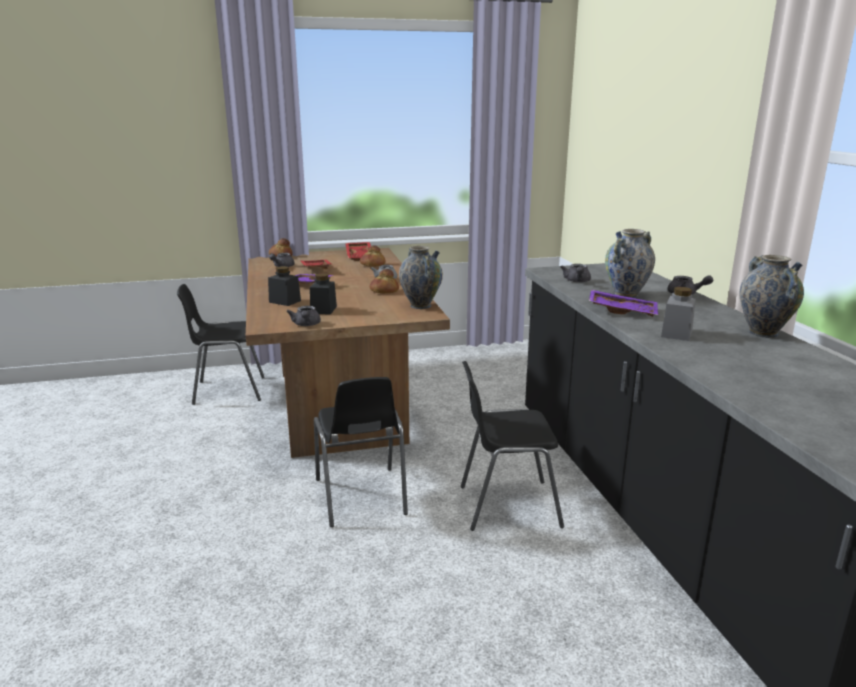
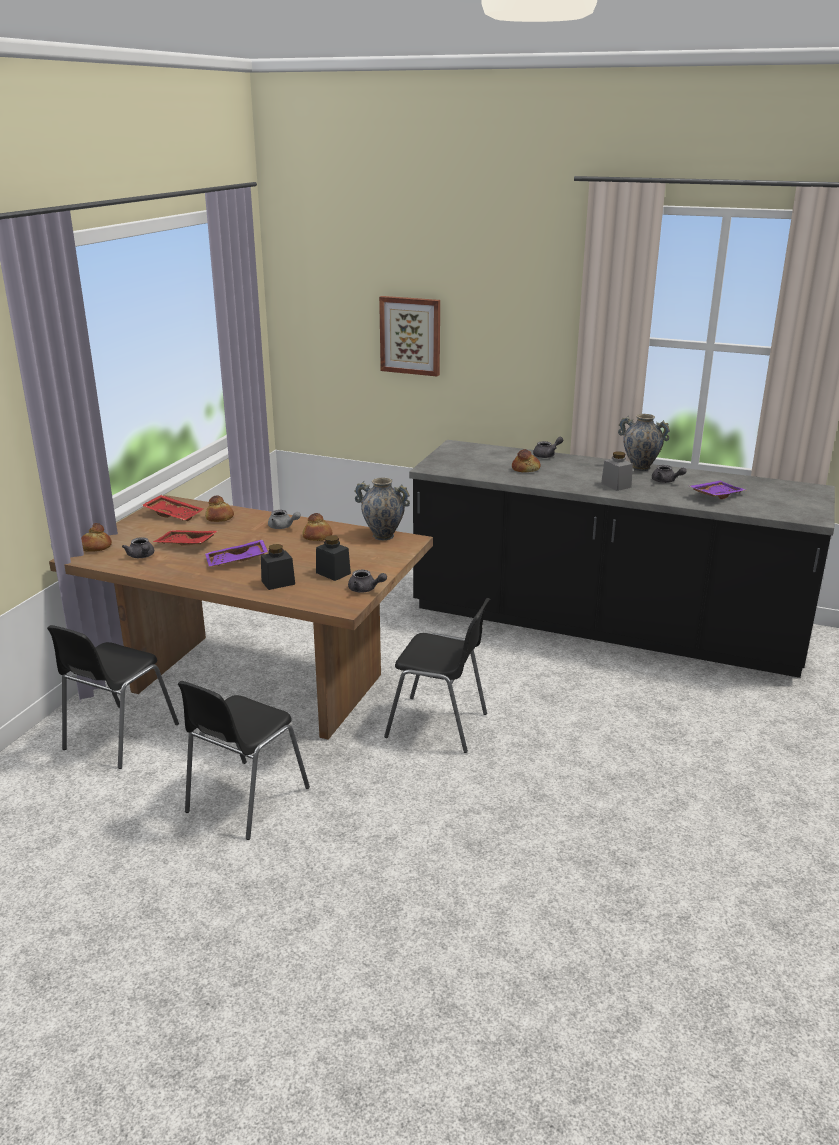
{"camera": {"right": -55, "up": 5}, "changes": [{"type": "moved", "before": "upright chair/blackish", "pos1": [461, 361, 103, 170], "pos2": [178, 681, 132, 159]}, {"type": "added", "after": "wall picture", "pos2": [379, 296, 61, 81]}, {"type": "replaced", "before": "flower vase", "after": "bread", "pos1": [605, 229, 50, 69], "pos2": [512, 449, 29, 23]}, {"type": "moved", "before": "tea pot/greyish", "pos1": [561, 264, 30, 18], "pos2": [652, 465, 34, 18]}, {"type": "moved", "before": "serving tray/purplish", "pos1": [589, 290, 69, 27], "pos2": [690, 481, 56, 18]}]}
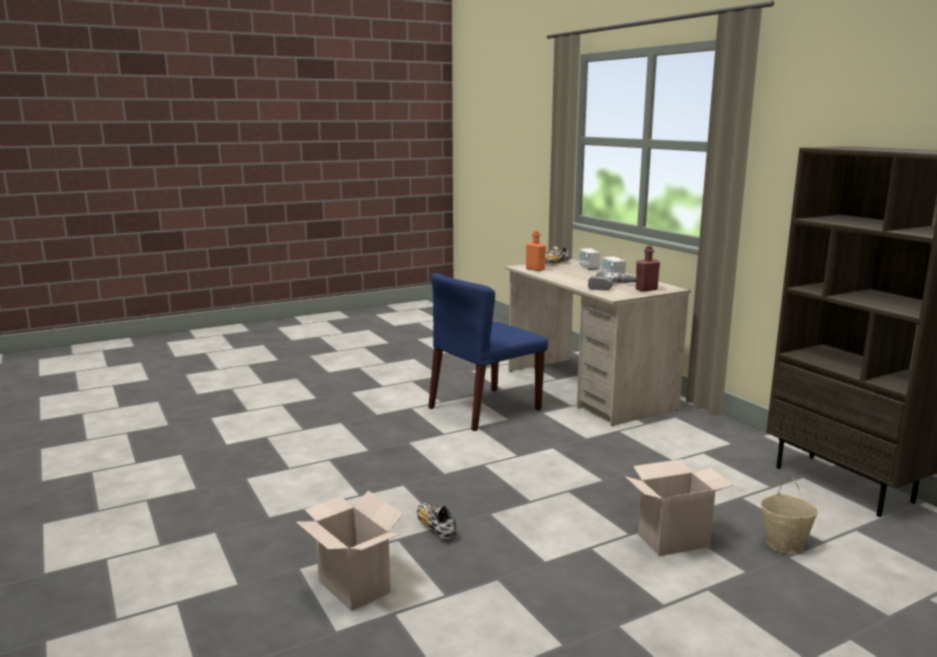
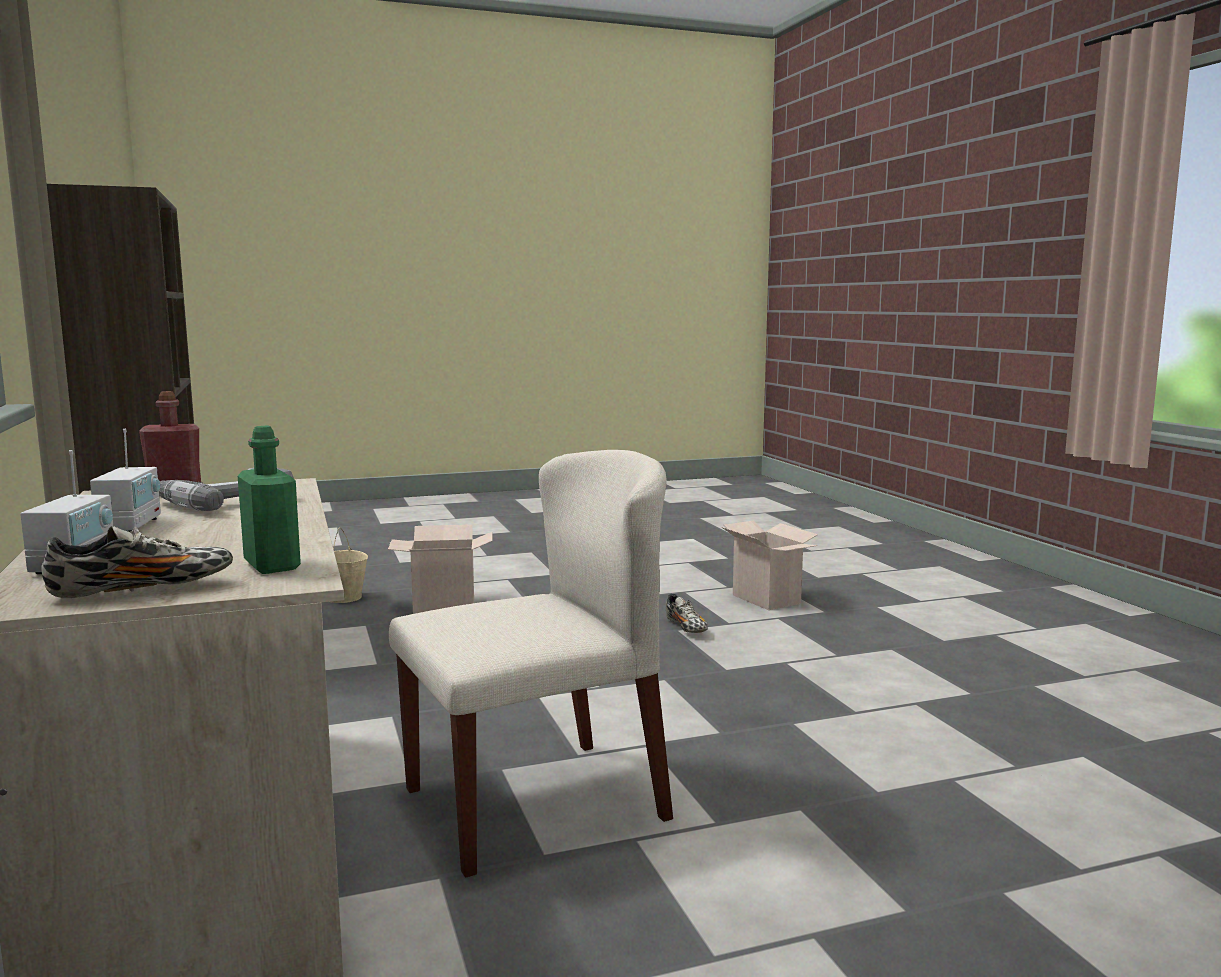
{"camera": {"right": -170, "up": -5}, "changes": [{"type": "recoloured", "before": "beverage bottle/orange-coloured", "after": "beverage bottle/greenish", "pos1": [526, 230, 20, 41], "pos2": [238, 426, 63, 148]}, {"type": "recoloured", "before": "upright chair/blue", "after": "upright chair/sand-coloured", "pos1": [428, 273, 120, 158], "pos2": [389, 450, 284, 428]}]}
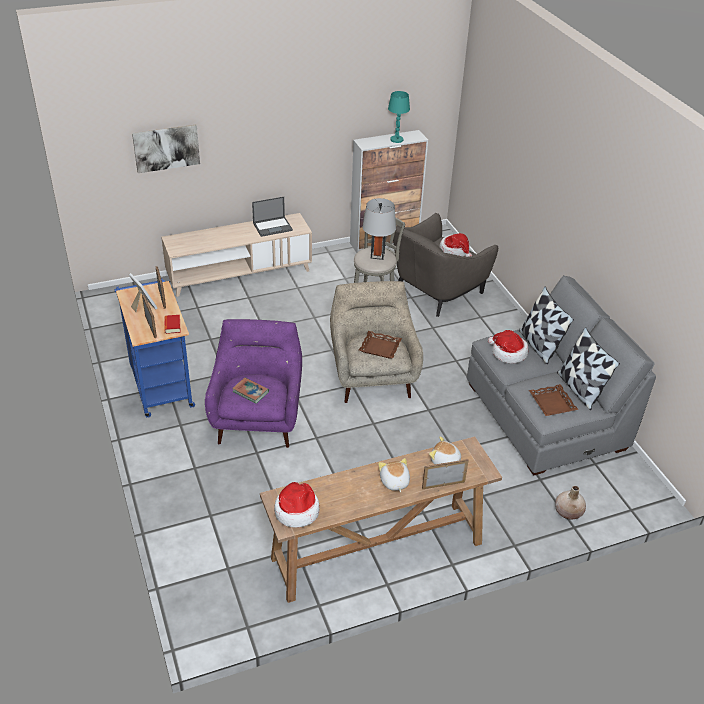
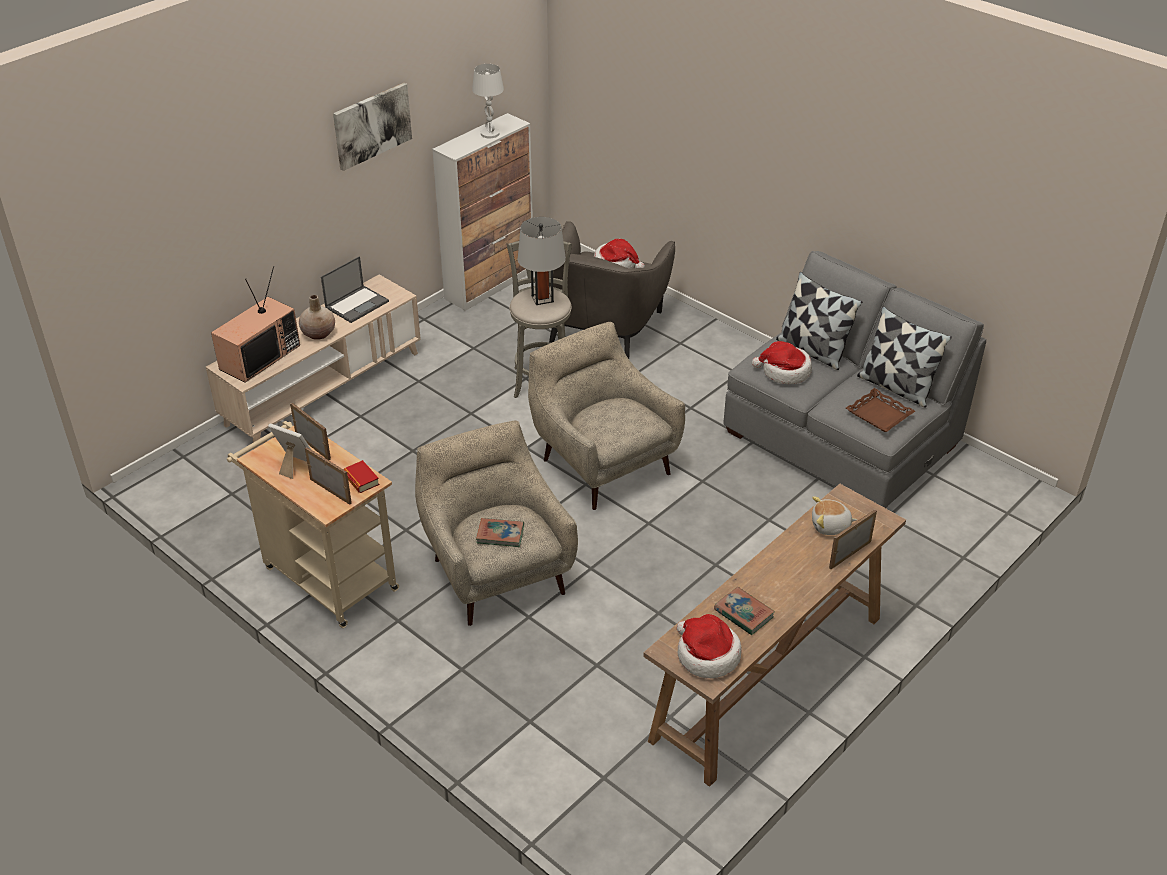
{"camera": {"right": -25, "up": 0}, "changes": [{"type": "added", "after": "TV", "pos2": [211, 266, 89, 117]}, {"type": "recoloured", "before": "cart/blue", "after": "cart/sand-coloured", "pos1": [114, 278, 81, 140], "pos2": [227, 421, 172, 207]}, {"type": "moved", "before": "flower vase/sand-coloured", "pos1": [555, 486, 31, 33], "pos2": [299, 295, 36, 45]}, {"type": "moved", "before": "wall picture", "pos1": [132, 125, 68, 48], "pos2": [333, 83, 79, 88]}, {"type": "recoloured", "before": "easy chair/purplish", "after": "easy chair/sand-coloured", "pos1": [205, 319, 97, 129], "pos2": [415, 420, 163, 206]}, {"type": "recoloured", "before": "table lamp/turquoise", "after": "table lamp/whitish", "pos1": [388, 91, 22, 52], "pos2": [472, 64, 32, 74]}, {"type": "added", "after": "bound book", "pos2": [714, 587, 61, 48]}, {"type": "removed", "before": "serving tray/brownish", "pos1": [359, 331, 43, 28]}, {"type": "removed", "before": "soft toy", "pos1": [378, 458, 32, 34]}]}
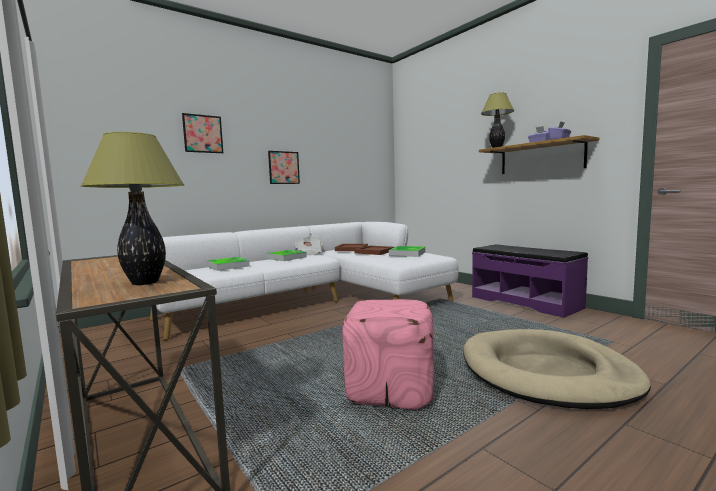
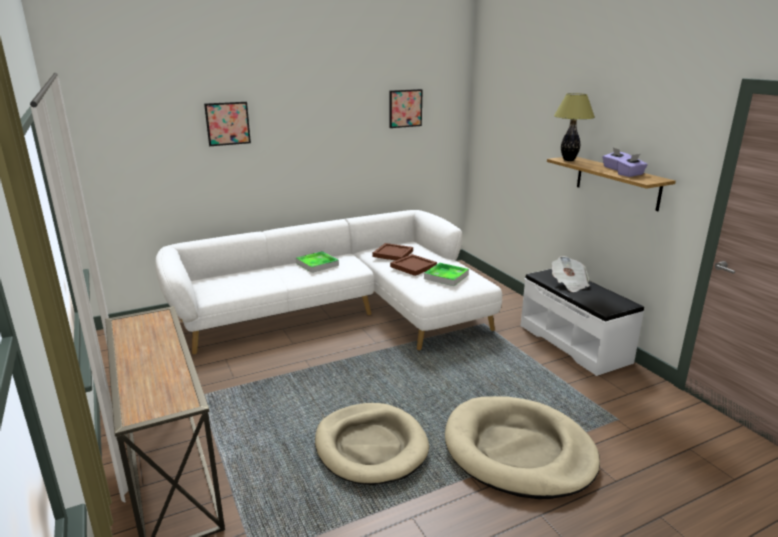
{"camera": {"right": 10, "up": 15}, "changes": [{"type": "replaced", "before": "pouffe/pink-coloured", "after": "dog cushion/sand-coloured", "pos1": [342, 299, 92, 111], "pos2": [315, 403, 114, 82]}, {"type": "moved", "before": "wall picture", "pos1": [268, 151, 32, 33], "pos2": [390, 89, 33, 39]}, {"type": "recoloured", "before": "bench/purplish", "after": "bench/whitish", "pos1": [472, 244, 116, 74], "pos2": [521, 269, 123, 107]}, {"type": "moved", "before": "newspaper", "pos1": [294, 237, 29, 19], "pos2": [552, 256, 38, 36]}, {"type": "removed", "before": "table lamp", "pos1": [81, 132, 103, 153]}, {"type": "removed", "before": "serving tray", "pos1": [207, 257, 43, 14]}]}
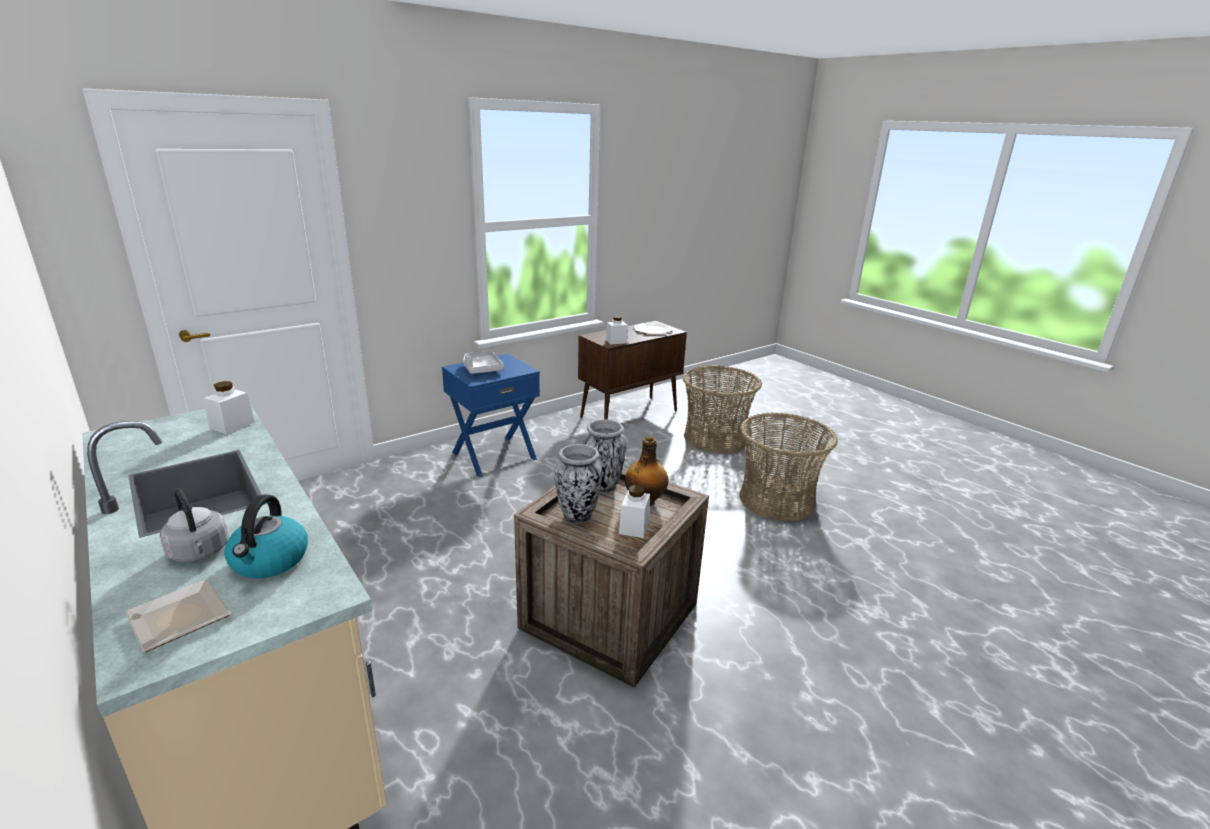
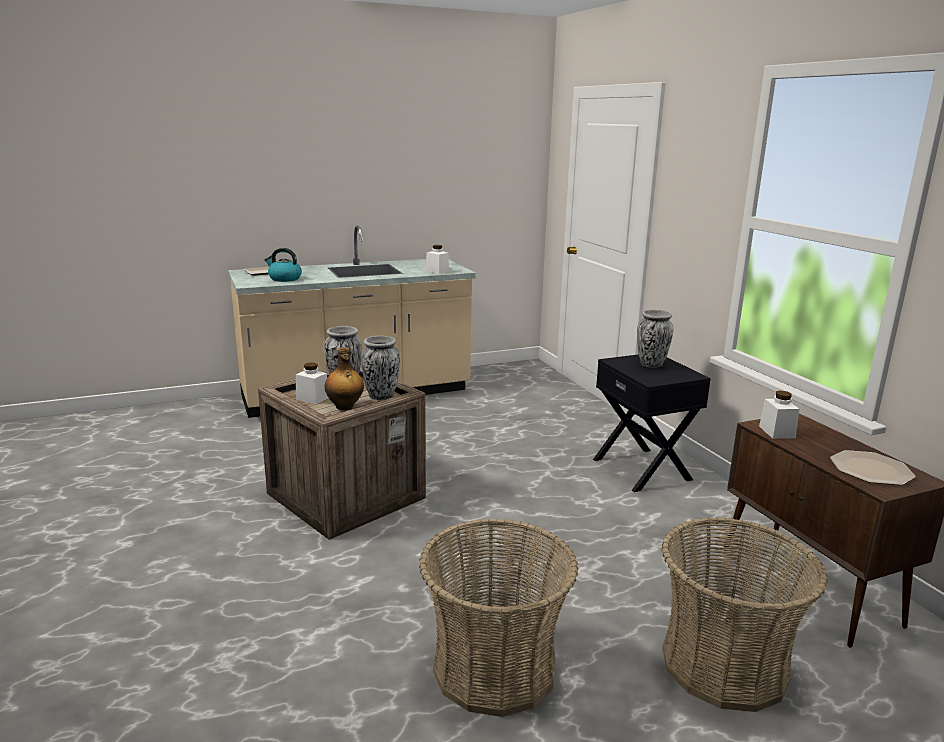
{"camera": {"right": 105, "up": -5}, "changes": [{"type": "recoloured", "before": "night table/blue", "after": "night table/blackish", "pos1": [442, 354, 98, 123], "pos2": [593, 355, 118, 137]}, {"type": "replaced", "before": "serving tray/greyish", "after": "flower vase", "pos1": [463, 350, 41, 24], "pos2": [637, 310, 37, 58]}, {"type": "removed", "before": "tea kettle/greyish", "pos1": [160, 488, 69, 74]}]}
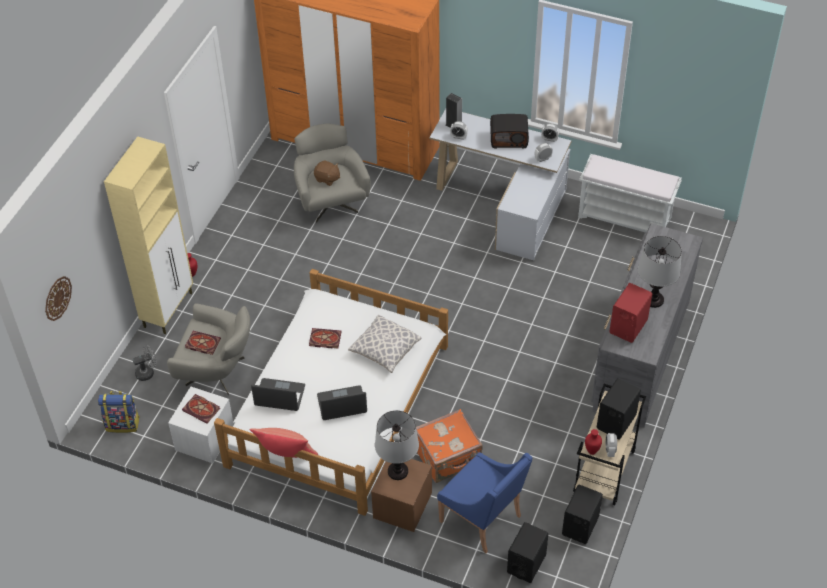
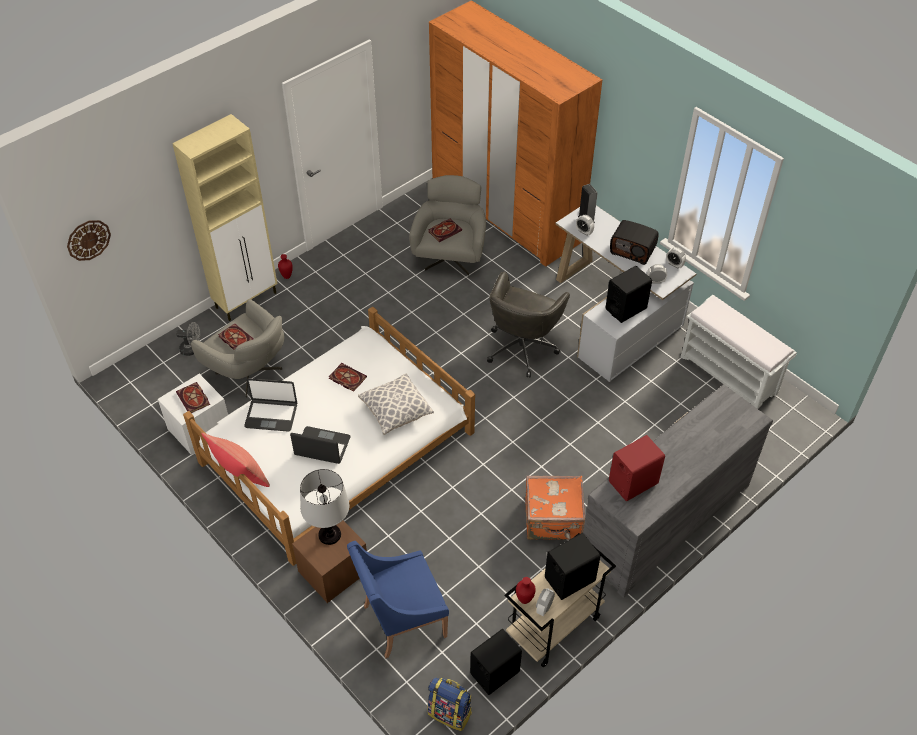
{"camera": {"right": 25, "up": 0}, "changes": [{"type": "turned", "before": "notebook computer", "pos1": [251, 378, 54, 33], "pos2": [244, 378, 53, 54], "turn": 150}, {"type": "turned", "before": "easy chair/blue", "pos1": [437, 452, 95, 101], "pos2": [347, 541, 102, 117], "turn": 90}, {"type": "moved", "before": "rucksack", "pos1": [98, 391, 42, 42], "pos2": [427, 677, 45, 54]}, {"type": "replaced", "before": "soft toy/brownish", "after": "bound book", "pos1": [314, 160, 26, 26], "pos2": [428, 219, 34, 23]}, {"type": "added", "after": "office chair/greyish", "pos2": [487, 272, 83, 105]}, {"type": "moved", "before": "piece of luggage/orange-coloured", "pos1": [416, 409, 67, 74], "pos2": [525, 476, 60, 64]}, {"type": "moved", "before": "loudspeaker/blackish", "pos1": [507, 522, 41, 61], "pos2": [605, 266, 47, 57]}, {"type": "removed", "before": "table lamp", "pos1": [638, 236, 44, 72]}]}
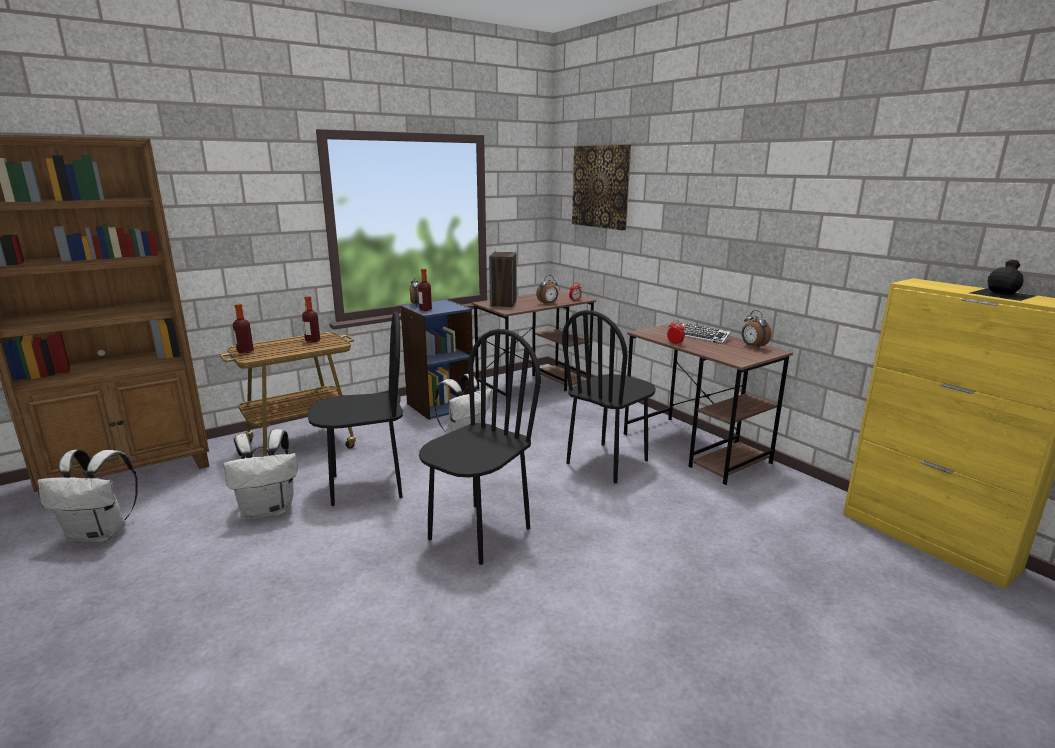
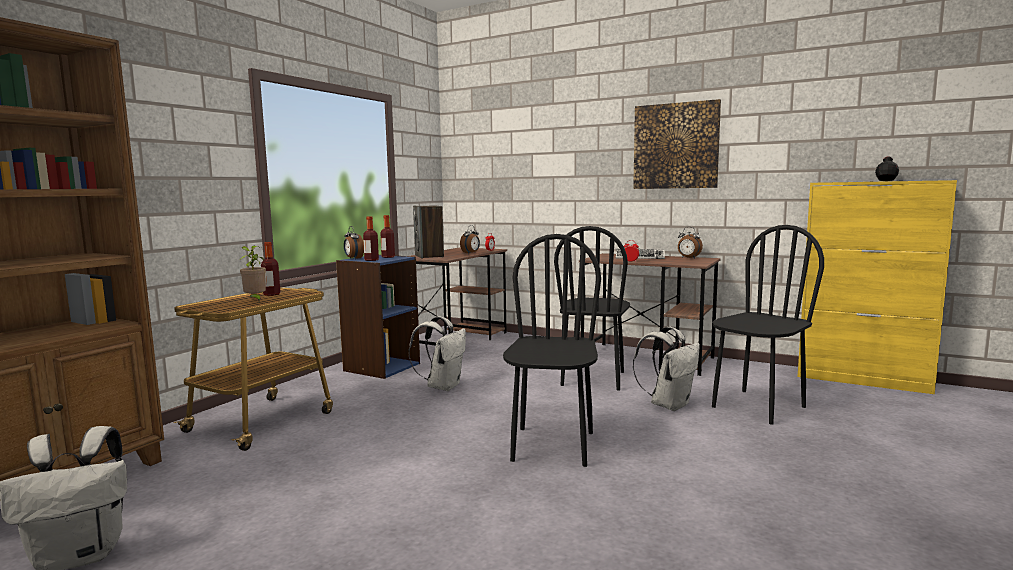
{"camera": {"right": -25, "up": -10}, "changes": [{"type": "added", "after": "potted plant", "pos2": [239, 246, 27, 55]}, {"type": "moved", "before": "beverage bottle", "pos1": [233, 304, 21, 49], "pos2": [380, 215, 15, 43]}, {"type": "moved", "before": "wall picture", "pos1": [572, 145, 59, 85], "pos2": [633, 99, 88, 90]}, {"type": "moved", "before": "rucksack/whitish", "pos1": [223, 429, 75, 91], "pos2": [633, 327, 67, 84]}, {"type": "moved", "before": "upright chair/blackish", "pos1": [308, 311, 95, 195], "pos2": [712, 225, 112, 200]}]}
